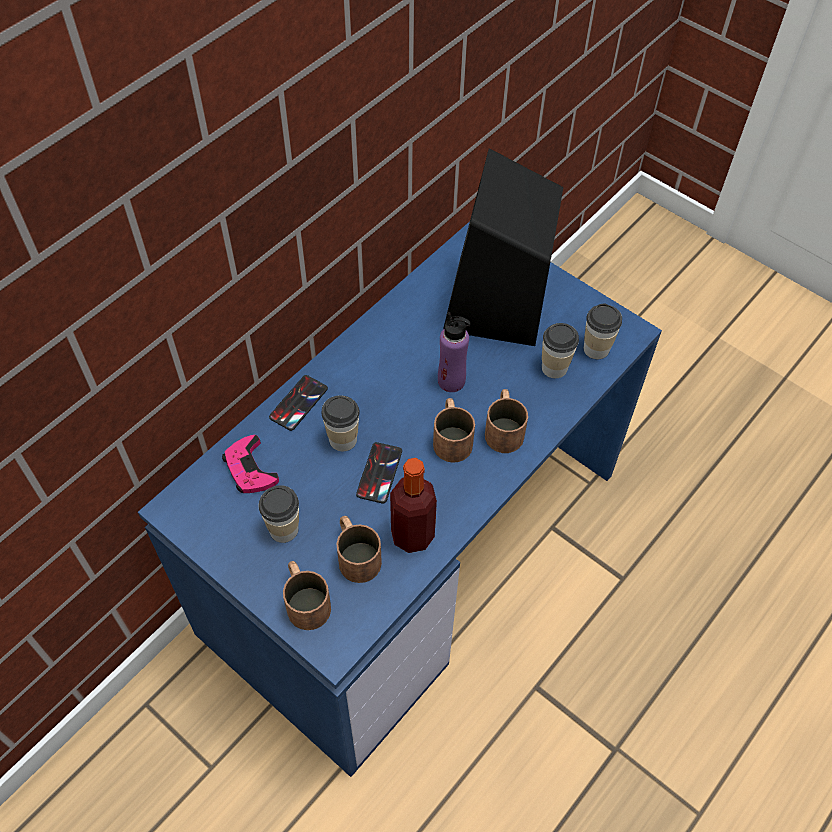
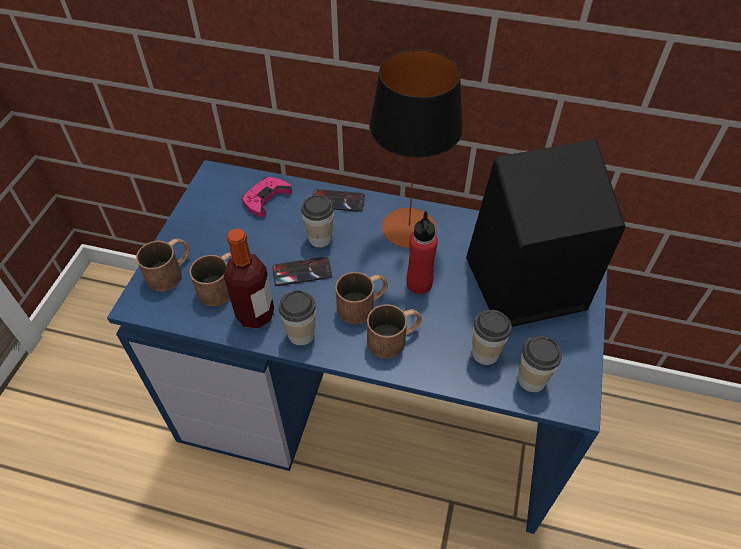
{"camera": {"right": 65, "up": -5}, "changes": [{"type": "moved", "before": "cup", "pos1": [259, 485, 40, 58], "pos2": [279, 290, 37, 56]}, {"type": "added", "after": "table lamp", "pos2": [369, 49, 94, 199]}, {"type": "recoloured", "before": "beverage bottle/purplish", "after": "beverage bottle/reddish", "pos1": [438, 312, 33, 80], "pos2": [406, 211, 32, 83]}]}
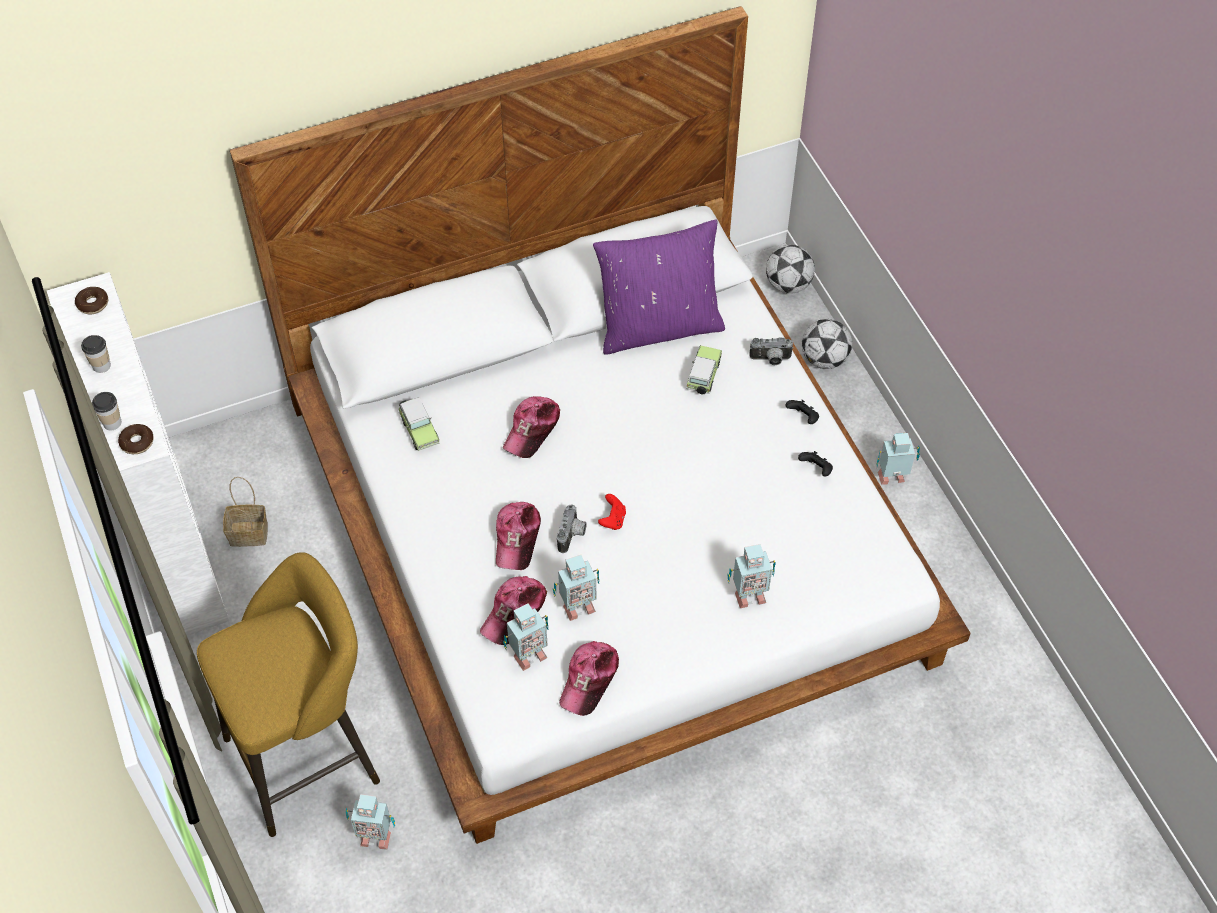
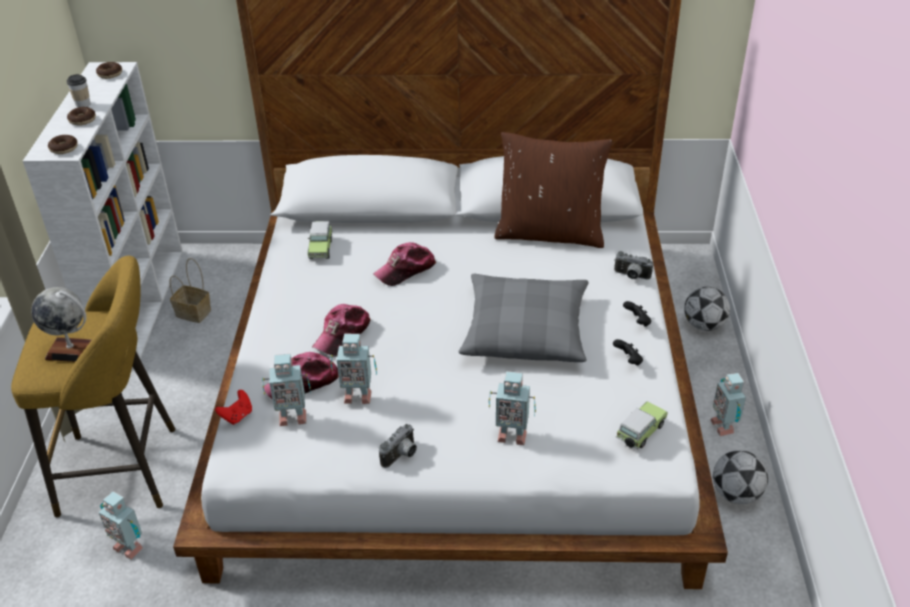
{"camera": {"right": 25, "up": -15}, "changes": [{"type": "added", "after": "world globe", "pos2": [31, 287, 61, 75]}, {"type": "added", "after": "doughnut", "pos2": [67, 107, 29, 19]}, {"type": "moved", "before": "game controller/reddish", "pos1": [598, 494, 28, 36], "pos2": [215, 390, 37, 35]}, {"type": "moved", "before": "still camera", "pos1": [557, 505, 30, 48], "pos2": [379, 424, 38, 44]}, {"type": "added", "after": "cushion/greyish", "pos2": [459, 274, 130, 88]}, {"type": "recoloured", "before": "cushion/purplish", "after": "cushion/brownish", "pos1": [593, 220, 132, 135], "pos2": [494, 132, 118, 116]}, {"type": "moved", "before": "toy car", "pos1": [686, 345, 36, 49], "pos2": [616, 401, 52, 48]}, {"type": "turned", "before": "model robot", "pos1": [877, 433, 43, 52], "pos2": [711, 373, 35, 63], "turn": -120}, {"type": "moved", "before": "ball for football", "pos1": [766, 245, 49, 49], "pos2": [713, 450, 55, 54]}, {"type": "removed", "before": "cup", "pos1": [92, 392, 29, 38]}, {"type": "removed", "before": "cap", "pos1": [559, 641, 60, 75]}]}
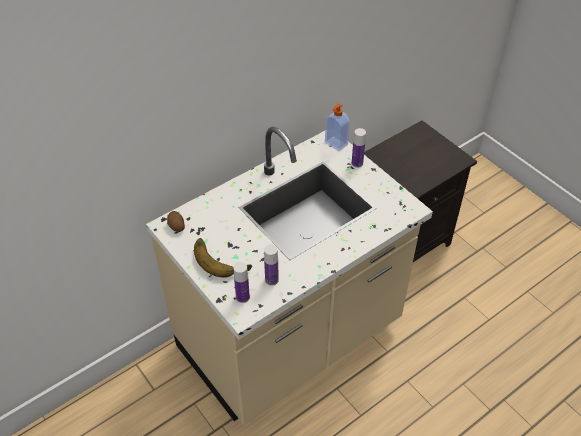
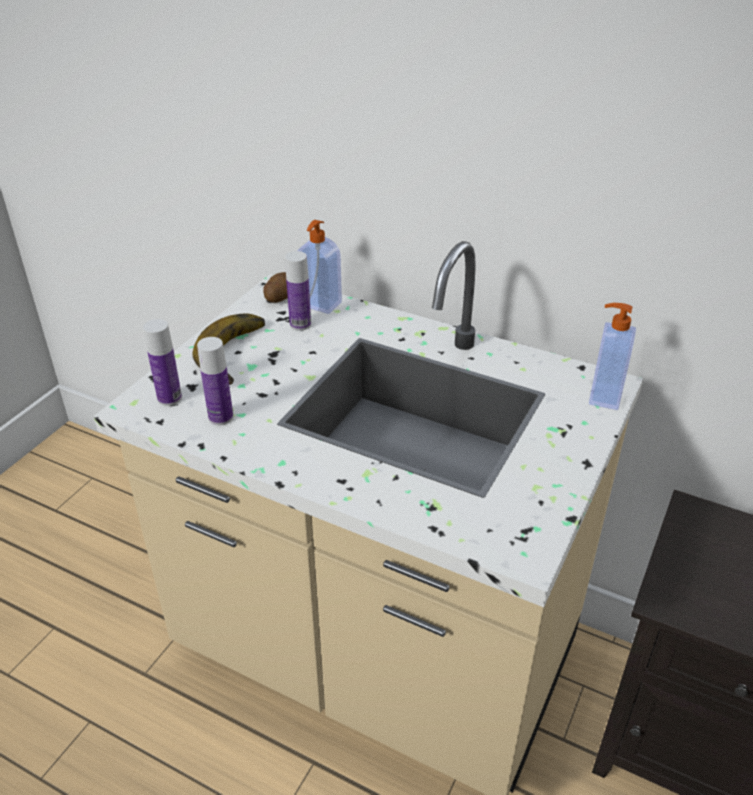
{"camera": {"right": 65, "up": -10}, "changes": [{"type": "moved", "before": "beverage bottle", "pos1": [352, 128, 14, 40], "pos2": [285, 251, 26, 80]}, {"type": "added", "after": "soap dispenser", "pos2": [298, 220, 44, 94]}]}
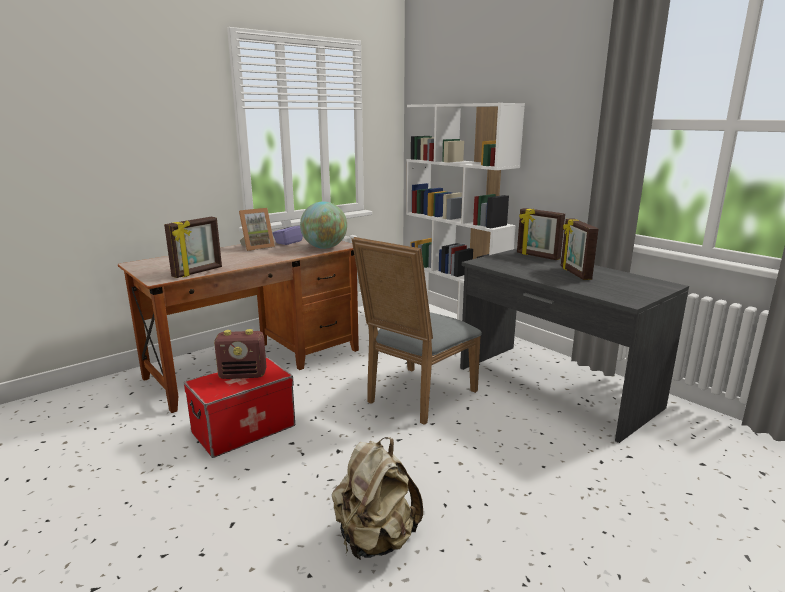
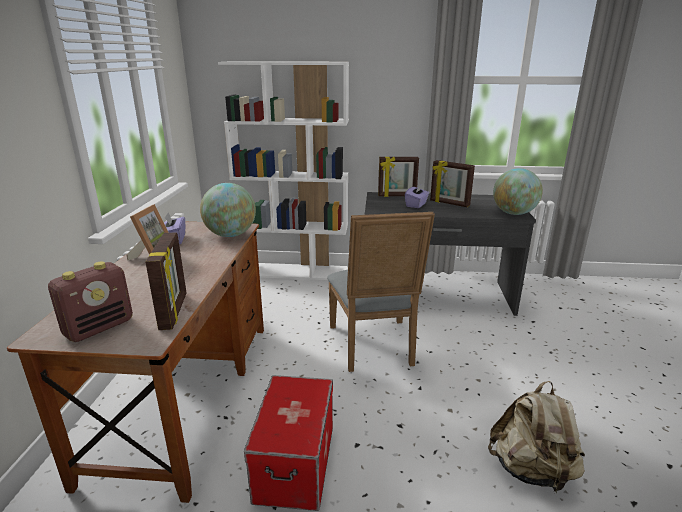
{"camera": {"right": -45, "up": 5}, "changes": [{"type": "moved", "before": "radio", "pos1": [214, 329, 53, 50], "pos2": [48, 262, 85, 80]}, {"type": "added", "after": "tissue holder/purplish", "pos2": [405, 184, 24, 24]}, {"type": "added", "after": "world globe", "pos2": [493, 168, 50, 47]}]}
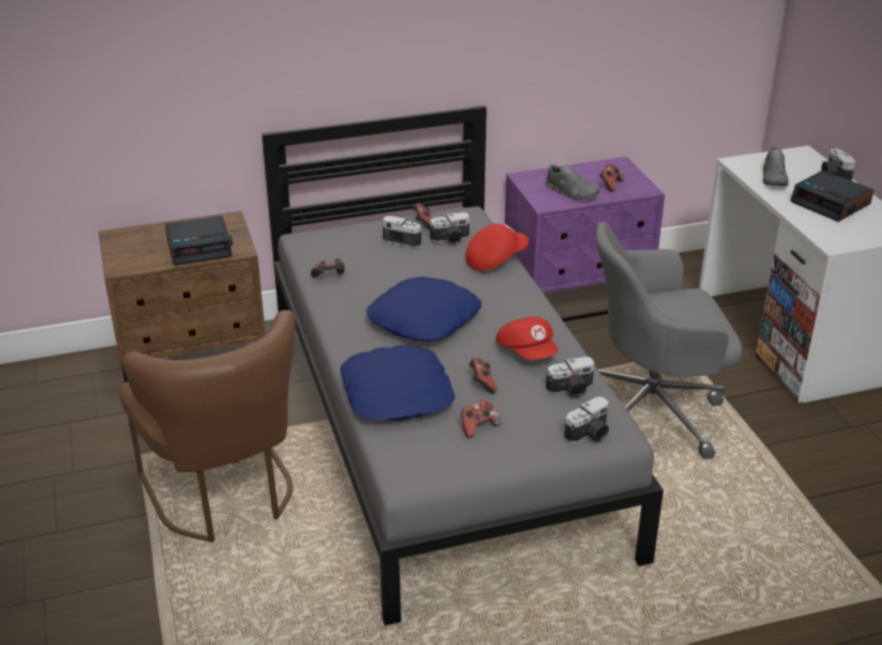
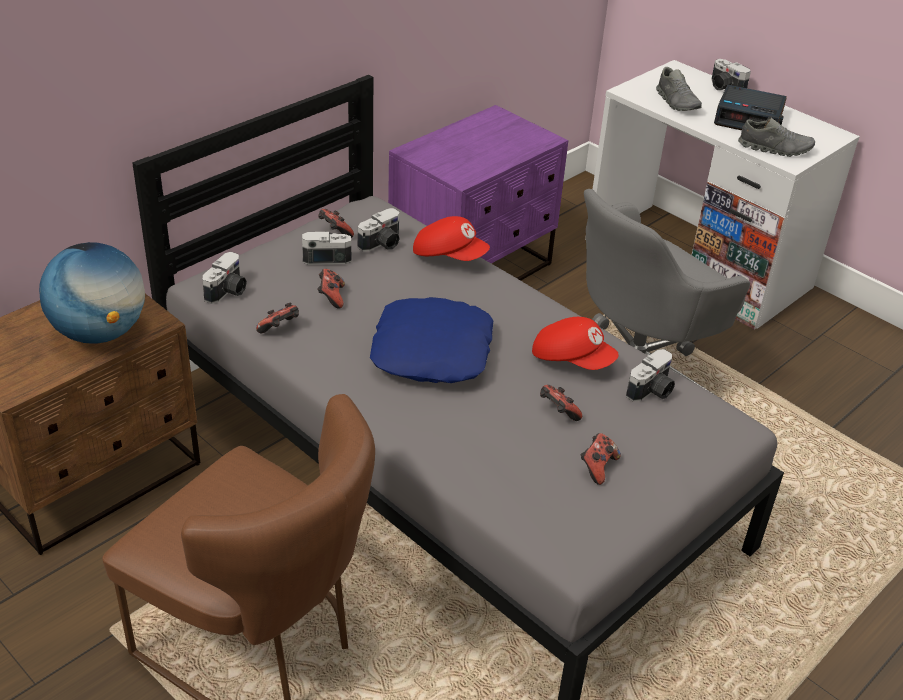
{"camera": {"right": -30, "up": 5}, "changes": [{"type": "replaced", "before": "bedside clock", "after": "world globe", "pos1": [165, 216, 68, 49], "pos2": [39, 242, 106, 102]}, {"type": "moved", "before": "still camera", "pos1": [564, 397, 45, 45], "pos2": [203, 252, 44, 52]}, {"type": "moved", "before": "game controller", "pos1": [599, 163, 25, 29], "pos2": [317, 269, 28, 40]}, {"type": "turned", "before": "cap/reddish", "pos1": [466, 224, 63, 47], "pos2": [413, 216, 77, 45], "turn": 90}, {"type": "moved", "before": "item of footwear/greyish", "pos1": [545, 164, 55, 36], "pos2": [738, 117, 77, 40]}, {"type": "removed", "before": "cushion/blue", "pos1": [340, 345, 115, 76]}]}
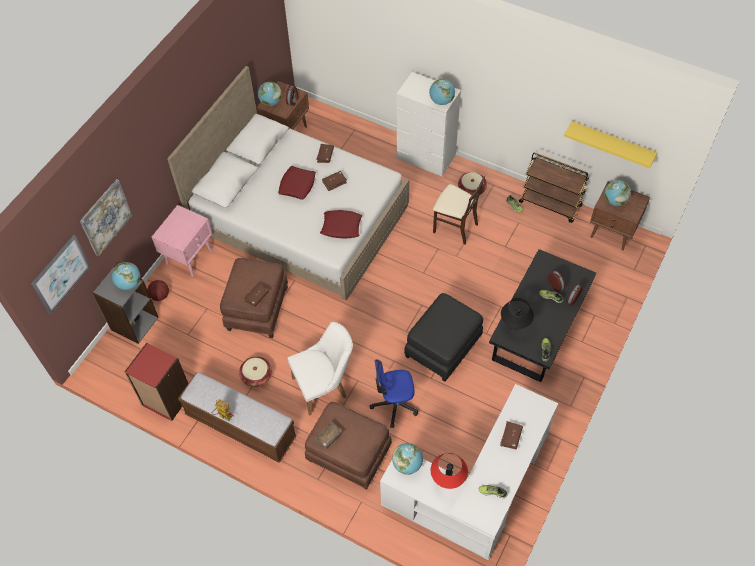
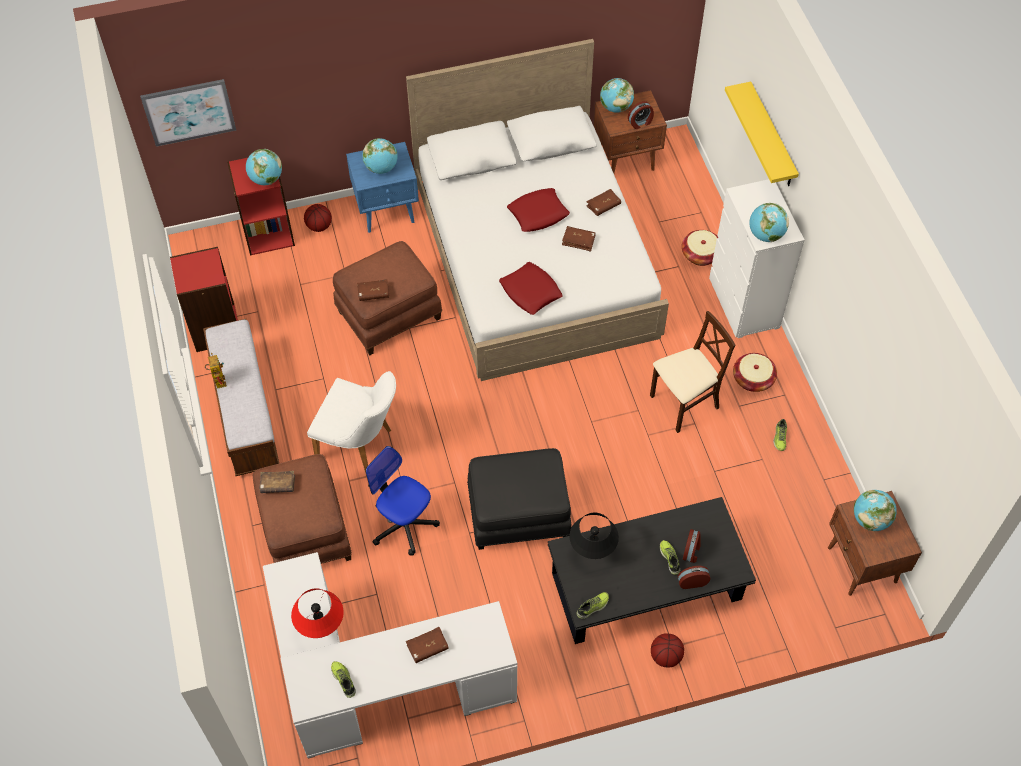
{"camera": {"right": 45, "up": 0}, "changes": [{"type": "recoloured", "before": "bookshelf/greyish", "after": "bookshelf/reddish", "pos1": [92, 266, 67, 78], "pos2": [227, 158, 68, 98]}, {"type": "recoloured", "before": "night table/pink-coloured", "after": "night table/blue", "pos1": [152, 205, 60, 72], "pos2": [346, 142, 73, 91]}, {"type": "moved", "before": "world globe", "pos1": [392, 443, 31, 32], "pos2": [363, 138, 35, 36]}, {"type": "turned", "before": "upright chair/sand-coloured", "pos1": [433, 176, 52, 69], "pos2": [650, 311, 86, 122], "turn": -105}, {"type": "added", "after": "basketball", "pos2": [651, 633, 33, 35]}, {"type": "moved", "before": "basket", "pos1": [239, 356, 33, 31], "pos2": [682, 230, 36, 36]}, {"type": "moved", "before": "shelf/yellowish", "pos1": [564, 121, 93, 47], "pos2": [725, 82, 74, 104]}, {"type": "removed", "before": "wall picture", "pos1": [80, 179, 53, 77]}, {"type": "removed", "before": "cart/brownish", "pos1": [519, 152, 70, 71]}]}
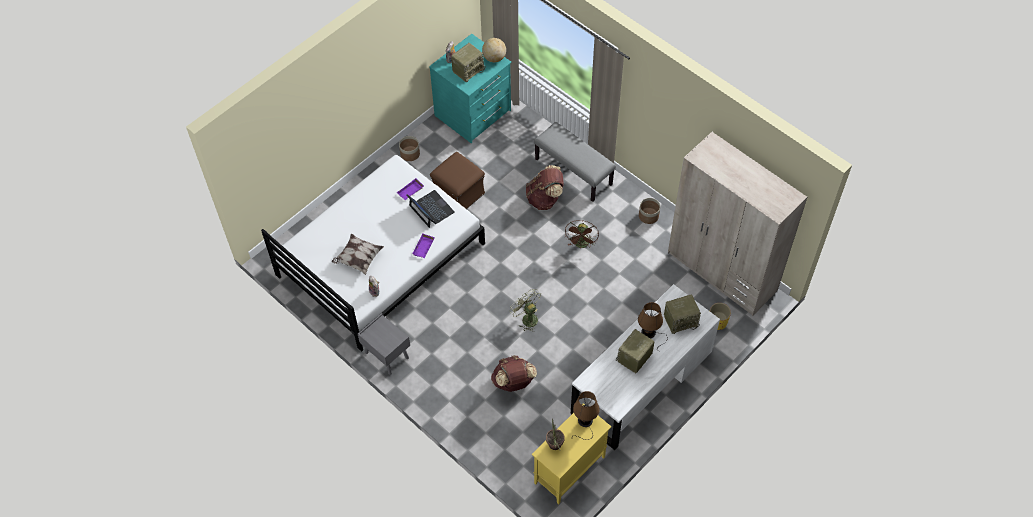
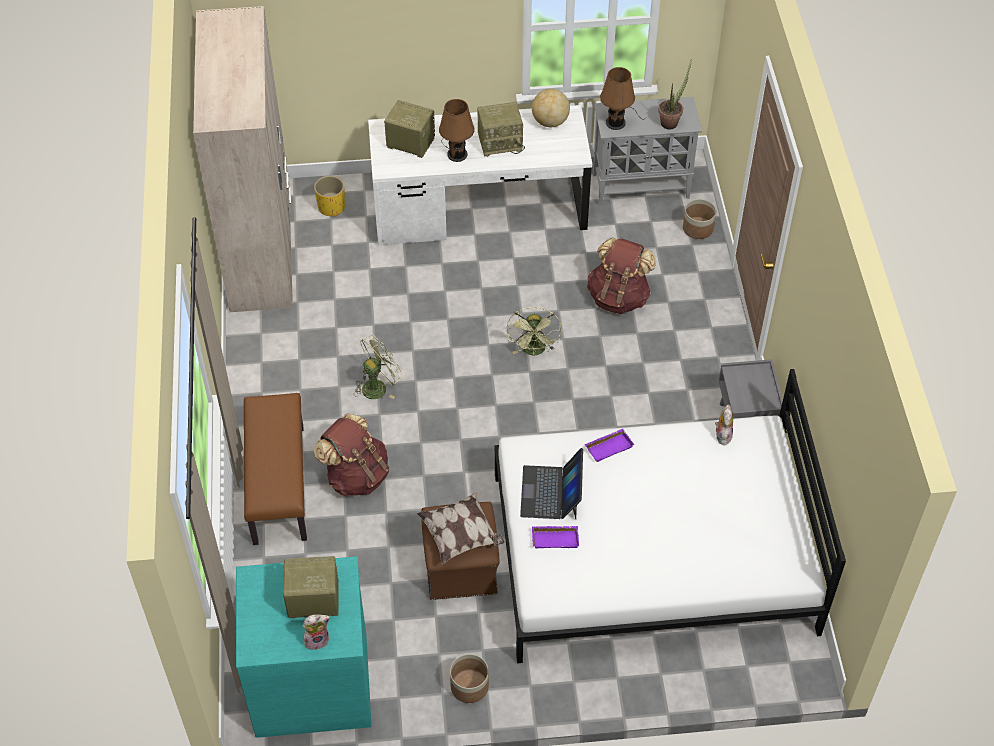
{"camera": {"right": -140, "up": -5}, "changes": [{"type": "recoloured", "before": "bench/greyish", "after": "bench/brownish", "pos1": [534, 122, 82, 80], "pos2": [244, 393, 63, 152]}, {"type": "recoloured", "before": "fan/brownish", "after": "fan/greenish", "pos1": [565, 220, 34, 28], "pos2": [354, 335, 49, 64]}, {"type": "moved", "before": "cushion", "pos1": [332, 234, 52, 41], "pos2": [417, 491, 88, 73]}, {"type": "moved", "before": "world globe", "pos1": [482, 38, 24, 24], "pos2": [532, 89, 38, 38]}, {"type": "recoloured", "before": "cabinet/yellowish", "after": "cabinet/greyish", "pos1": [532, 403, 79, 102], "pos2": [593, 97, 109, 108]}, {"type": "moved", "before": "flower pot", "pos1": [639, 198, 21, 26], "pos2": [683, 199, 33, 40]}]}
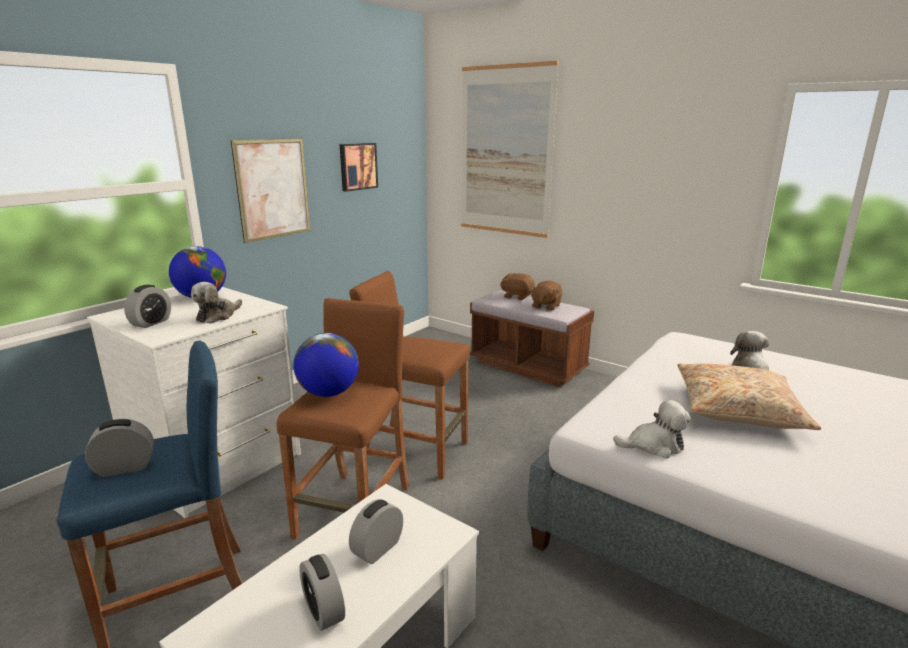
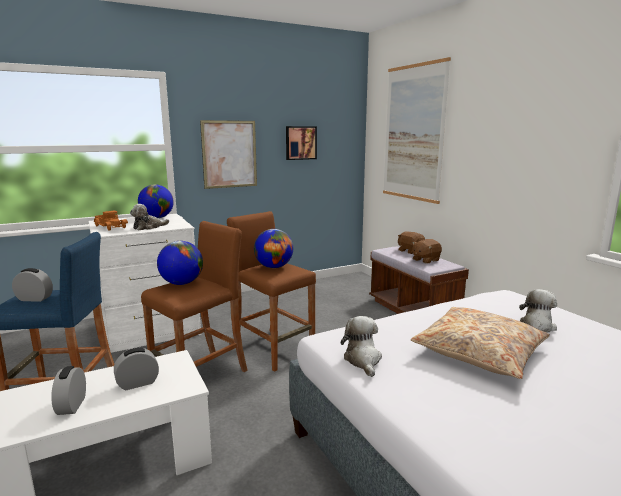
{"camera": {"right": 25, "up": -5}, "changes": [{"type": "replaced", "before": "bedside clock", "after": "model truck", "pos1": [124, 285, 47, 43], "pos2": [94, 211, 34, 20]}, {"type": "added", "after": "world globe", "pos2": [254, 229, 39, 39]}, {"type": "turned", "before": "soft toy", "pos1": [613, 400, 78, 58], "pos2": [341, 316, 41, 61], "turn": -120}]}
